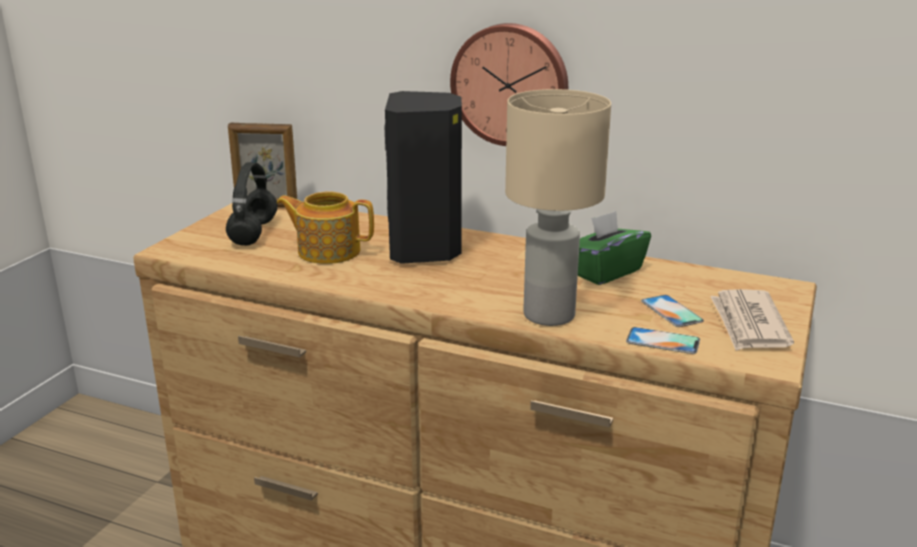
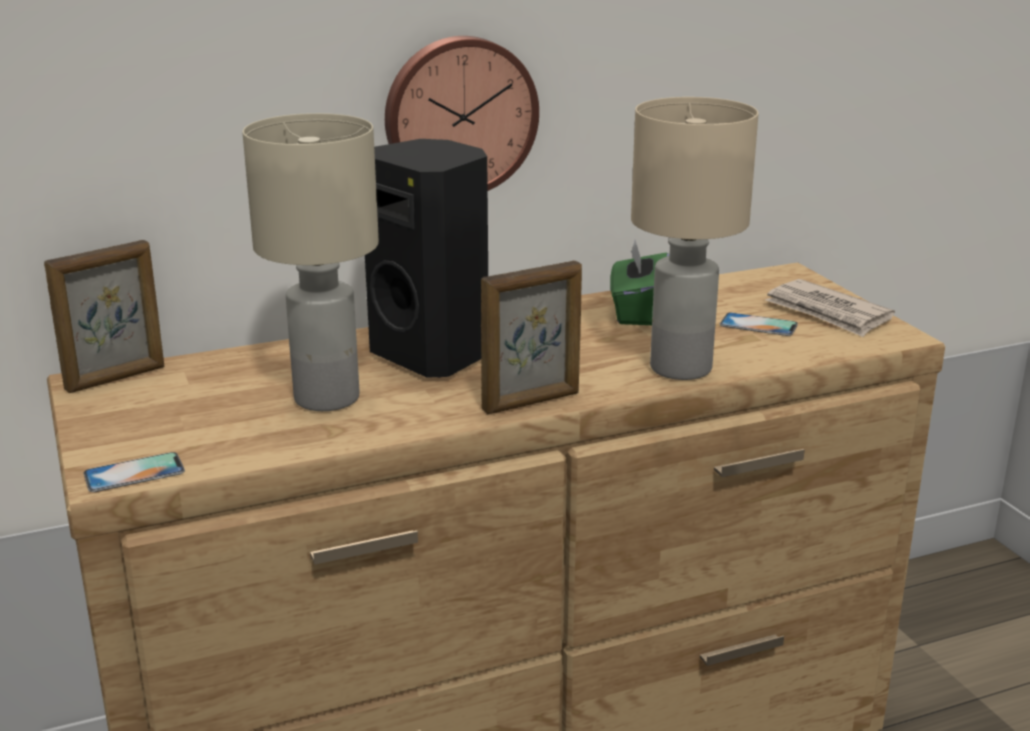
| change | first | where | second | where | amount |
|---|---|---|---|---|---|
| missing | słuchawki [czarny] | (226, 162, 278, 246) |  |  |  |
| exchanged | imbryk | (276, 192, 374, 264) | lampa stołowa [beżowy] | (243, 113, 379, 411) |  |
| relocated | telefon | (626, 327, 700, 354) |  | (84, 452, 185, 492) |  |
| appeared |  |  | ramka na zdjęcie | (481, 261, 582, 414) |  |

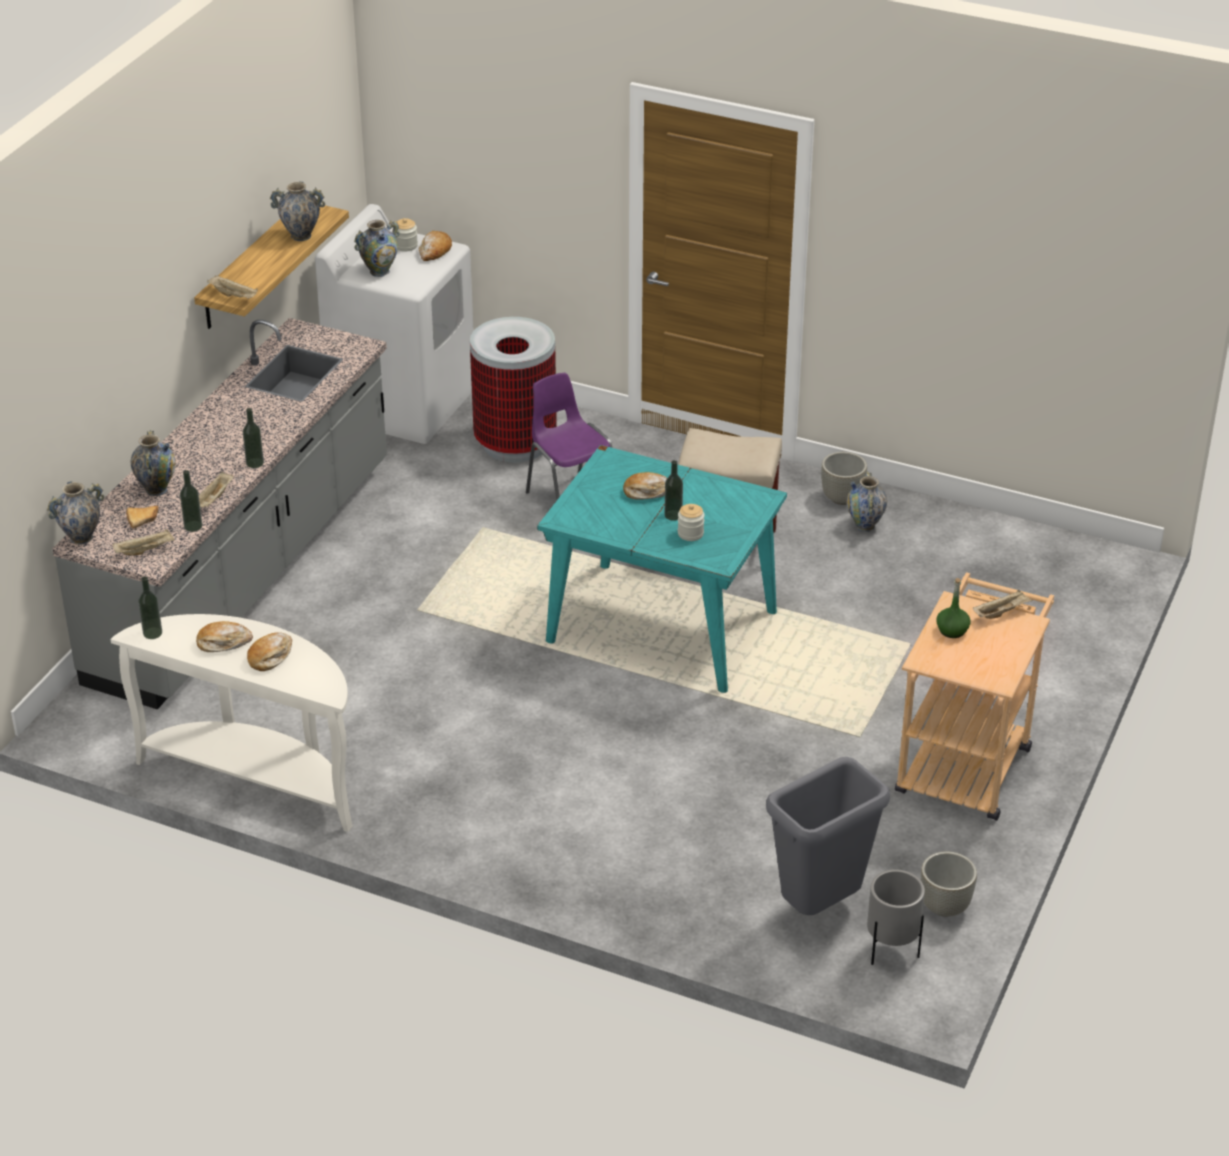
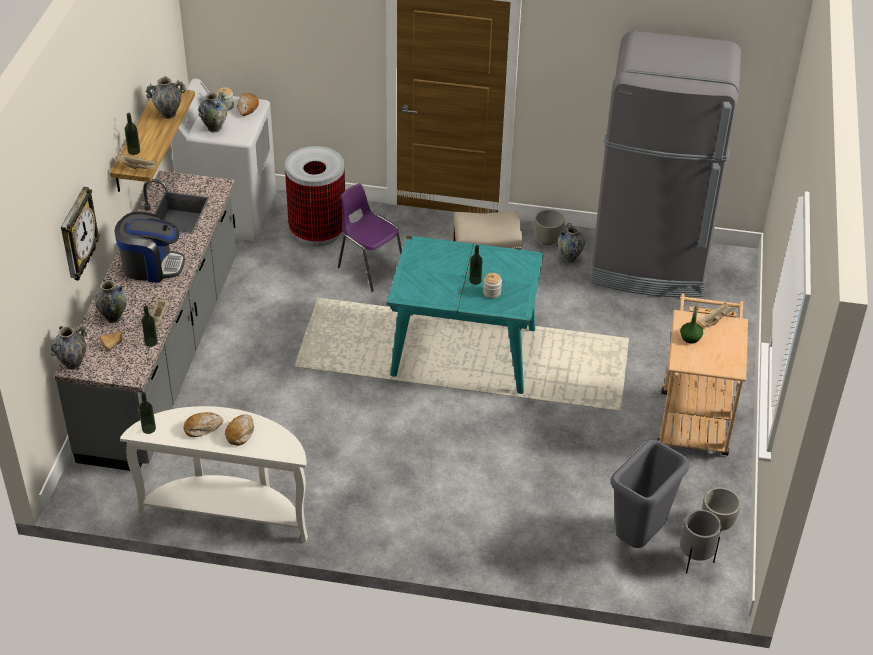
| change | first | where | second | where | amount |
|---|---|---|---|---|---|
| relocated | butelka | (243, 408, 264, 468) |  | (125, 113, 140, 155) |  |
| missing | chleb | (623, 472, 667, 500) |  |  |  |
| missing | taca [beżowy] | (113, 529, 175, 556) |  |  |  |
| appeared |  |  | lodówka [szary] | (590, 31, 741, 297) |  |
| appeared |  |  | zegar ścienny | (61, 187, 100, 281) |  |
| appeared |  |  | ekspres do kawy | (114, 212, 185, 283) |  |

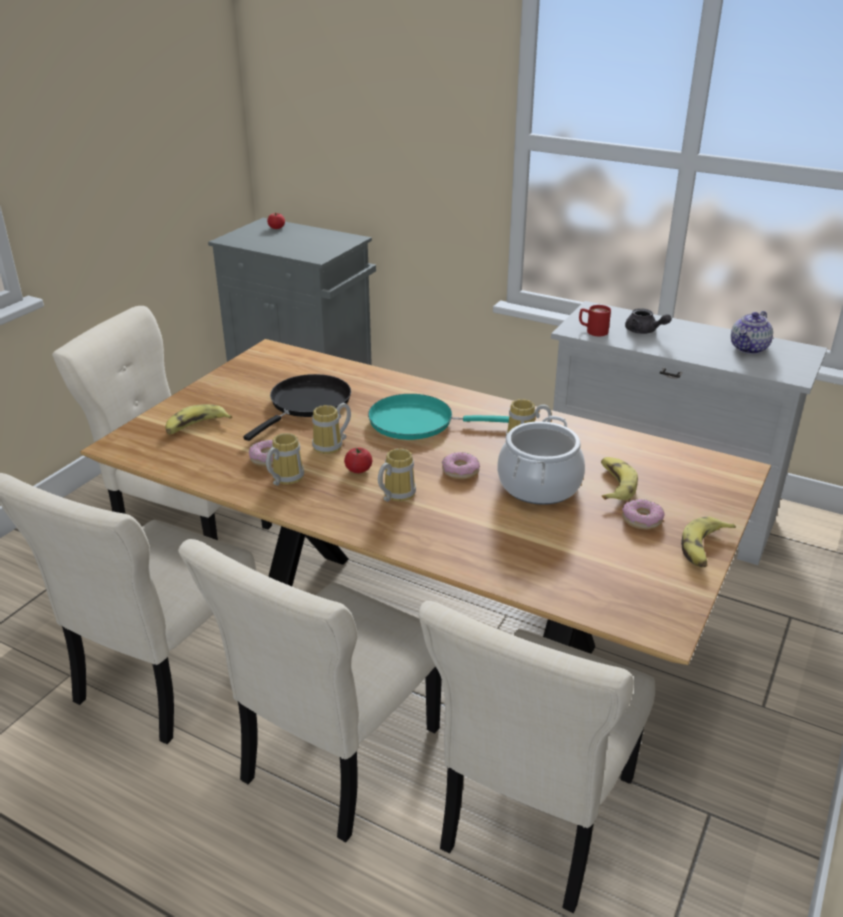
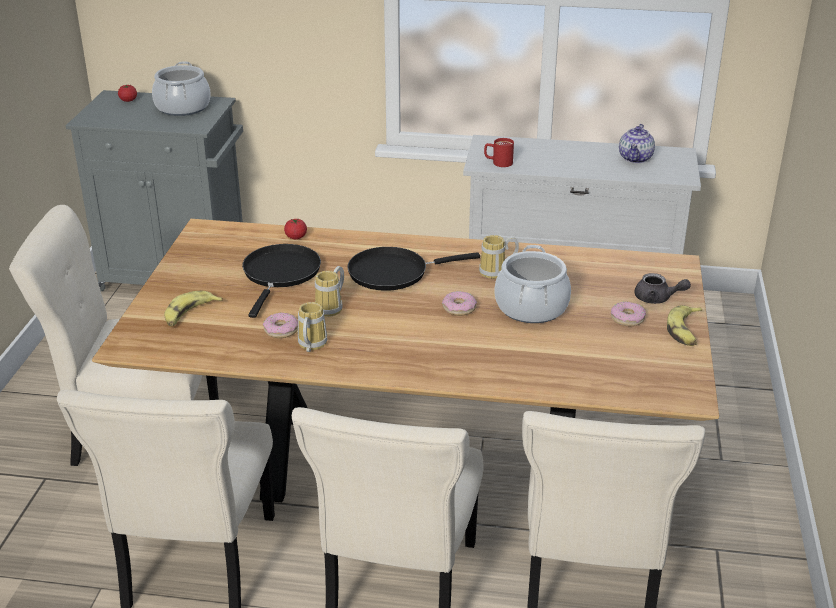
| change | first | where | second | where | amount |
|---|---|---|---|---|---|
| relocated | imbryk [szary] | (625, 308, 672, 334) |  | (635, 273, 691, 304) |  |
| colour | patelnia [turkusowy] | (368, 394, 509, 440) | patelnia [czarny] | (347, 247, 480, 291) |  |
| relocated | pomidor | (344, 447, 372, 473) |  | (284, 219, 307, 239) |  |
| missing | kubek | (378, 448, 416, 502) |  |  |  |
| missing | banan | (601, 457, 638, 500) |  |  |  |
| appeared |  |  | garnek | (152, 62, 211, 116) |  |

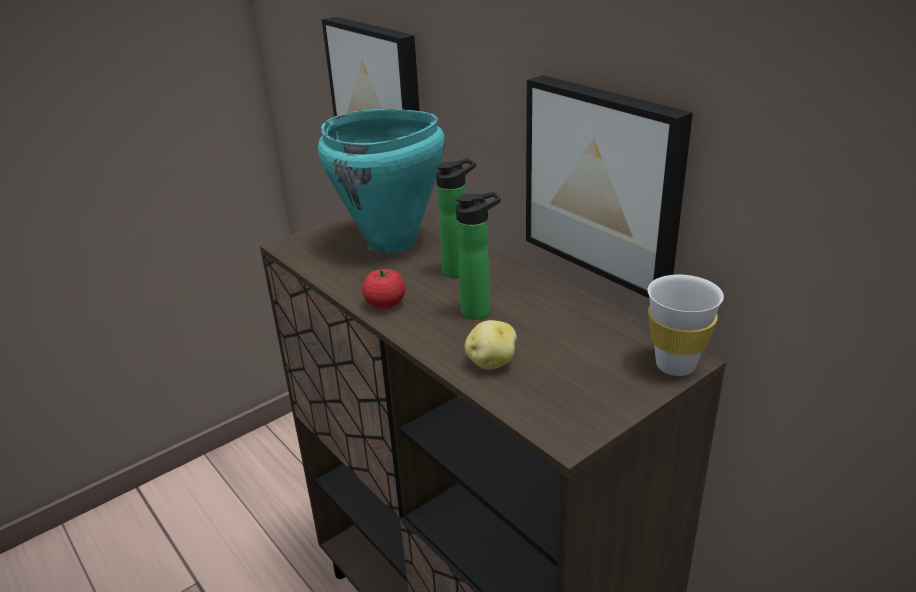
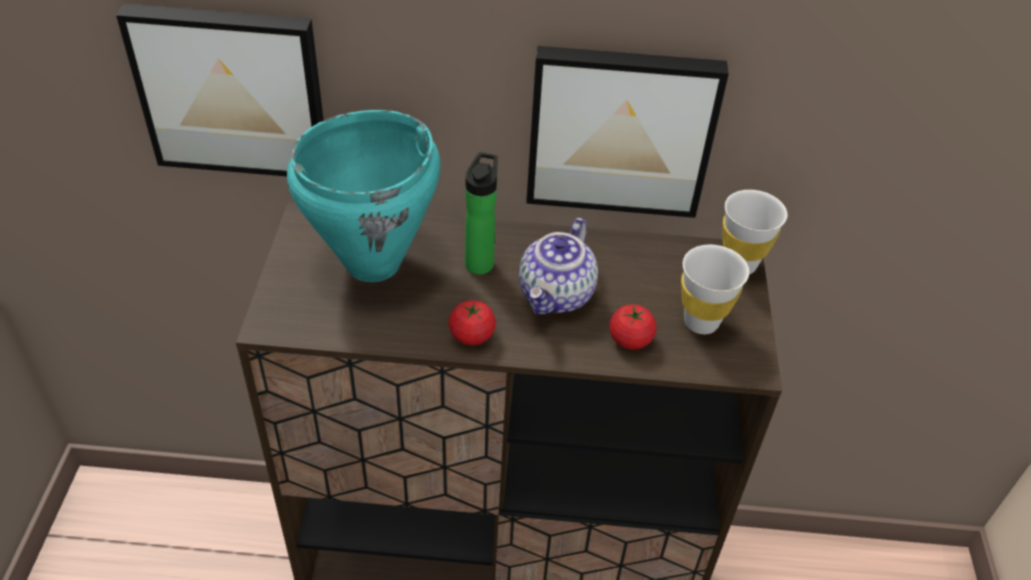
| change | first | where | second | where | amount |
|---|---|---|---|---|---|
| exchanged | butelka | (455, 191, 501, 320) | imbryk | (519, 218, 598, 315) |  |
| exchanged | ziemniak | (465, 320, 517, 370) | pomidor | (609, 305, 657, 349) |  |
| appeared |  |  | filiżanka [biały] | (681, 245, 749, 334) |  |

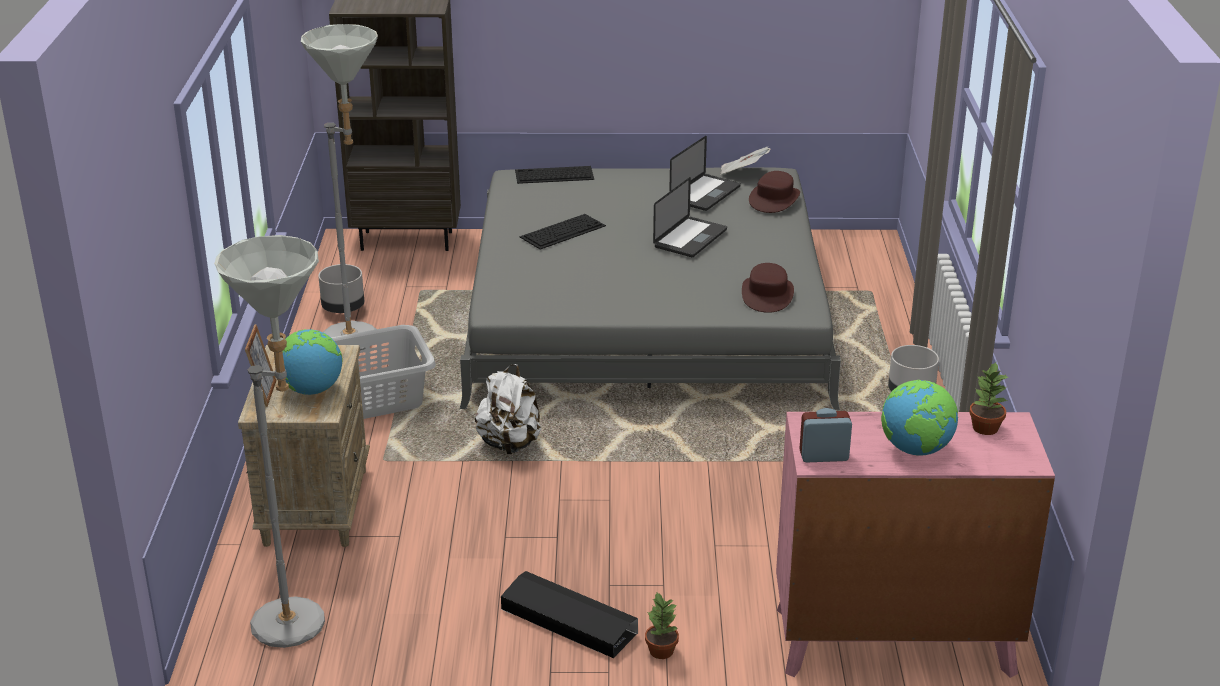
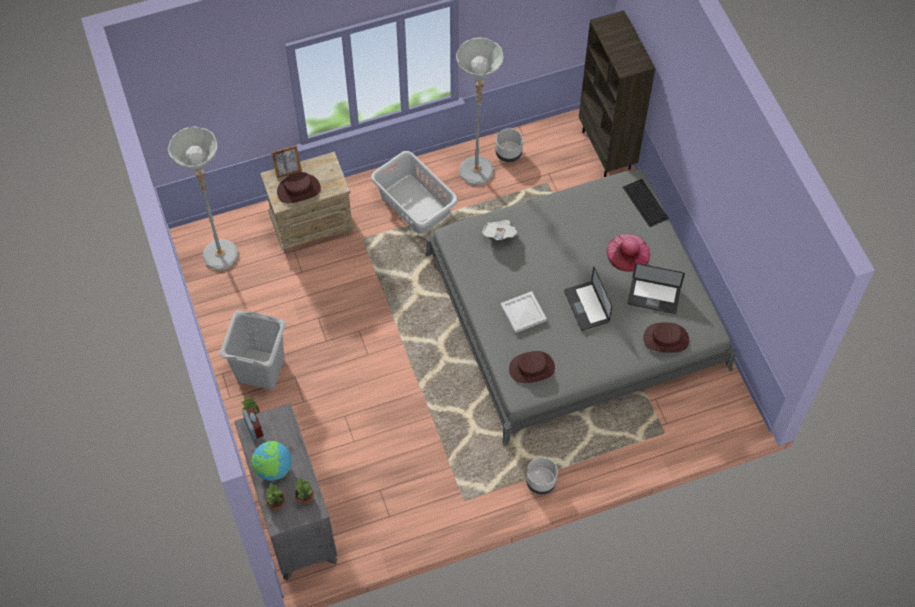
| change | first | where | second | where | amount |
|---|---|---|---|---|---|
| relocated | gazeta | (720, 147, 770, 175) |  | (482, 220, 518, 240) |  |
| spun | laptop | (653, 177, 727, 257) |  | (564, 266, 612, 331) | 60 degrees clockwise |
| missing | klawiatura | (520, 214, 606, 250) |  |  |  |
| exchanged | globus | (282, 329, 343, 395) | kapelusz [brązowy] | (277, 172, 321, 203) |  |
| missing | plecak [biały] | (475, 364, 541, 454) |  |  |  |
| colour | komoda [różowy] | (776, 412, 1055, 678) | komoda [szary] | (234, 403, 337, 581) |  |
| exchanged | pojemnik do przechowywania [czarny] | (501, 571, 638, 658) | kosz na pranie [szary] | (220, 311, 286, 389) |  |
| appeared |  |  | kapelusz [różowy] | (607, 234, 650, 272) |  |
| appeared |  |  | taca [biały] | (500, 291, 547, 333) |  |
| appeared |  |  | roślina doniczkowa | (265, 483, 285, 510) |  |

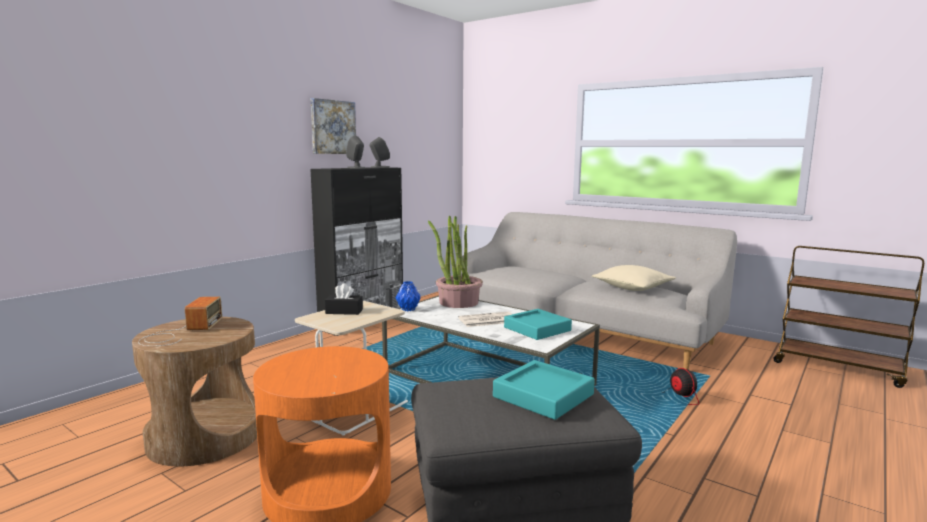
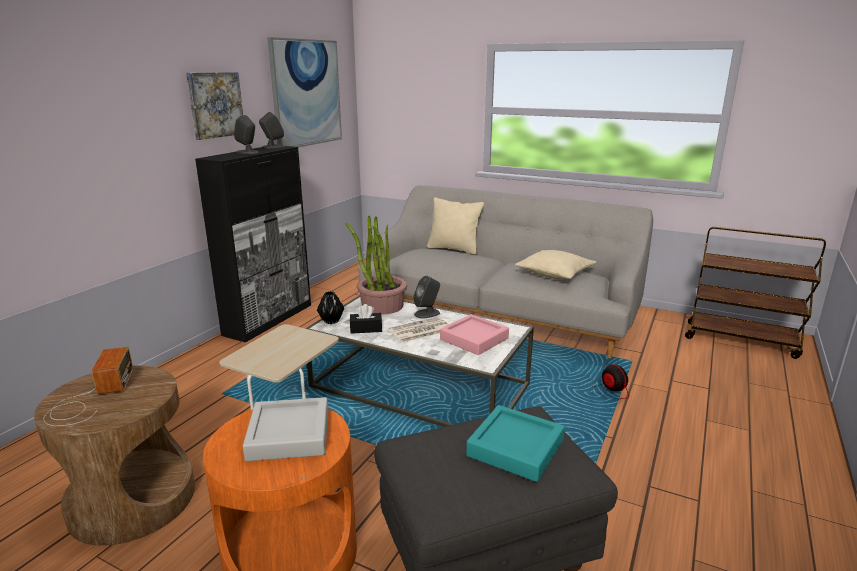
| change | first | where | second | where | amount |
|---|---|---|---|---|---|
| colour | wazon [niebieski] | (395, 281, 420, 311) | wazon [czarny] | (317, 291, 344, 324) |  |
| relocated | pudełko chusteczek [czarny] | (325, 283, 363, 315) |  | (350, 304, 382, 334) |  |
| colour | taca [turkusowy] | (504, 309, 572, 340) | taca [różowy] | (440, 314, 509, 355) |  |
| appeared |  |  | obraz | (267, 37, 342, 147) |  |
| appeared |  |  | poduszka [beżowy] | (427, 197, 484, 255) |  |
| appeared |  |  | głośnik [szary] | (414, 276, 440, 319) |  |
| appeared |  |  | taca [szary] | (243, 397, 328, 461) |  |

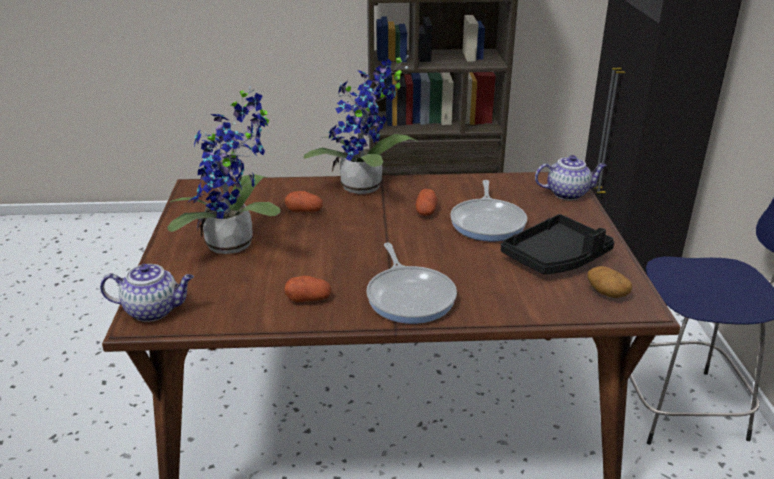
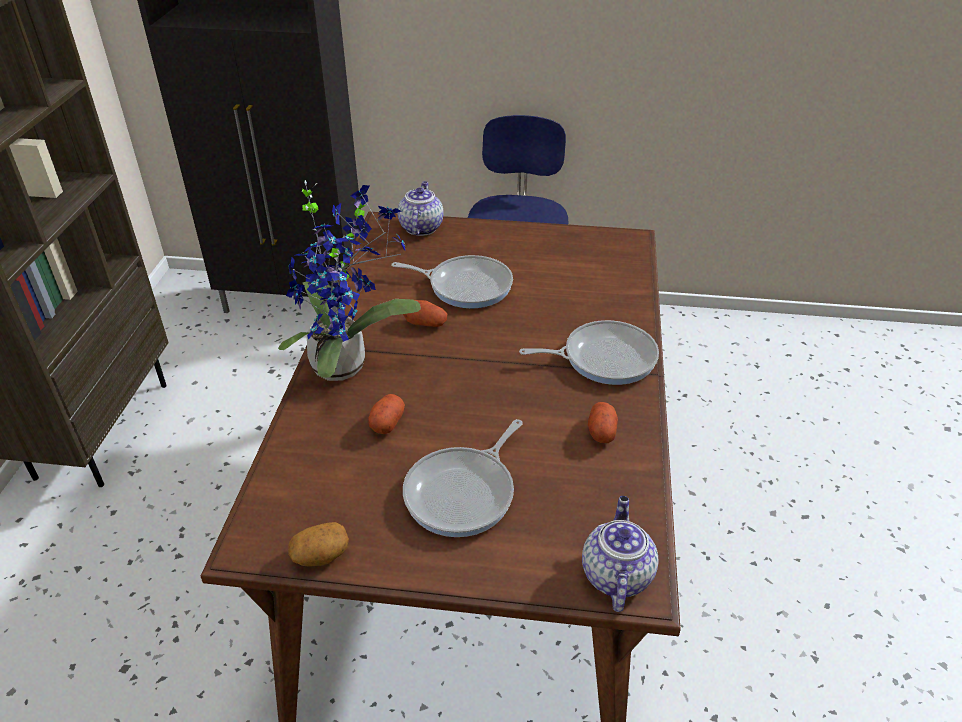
| change | first | where | second | where | amount |
|---|---|---|---|---|---|
| exchanged | roślina doniczkowa | (167, 85, 281, 254) | patelnia | (403, 419, 522, 537) |  |
| missing | taca [czarny] | (501, 214, 615, 274) |  |  |  |
| relocated | ziemniak | (588, 266, 632, 298) |  | (288, 522, 349, 567) |  |

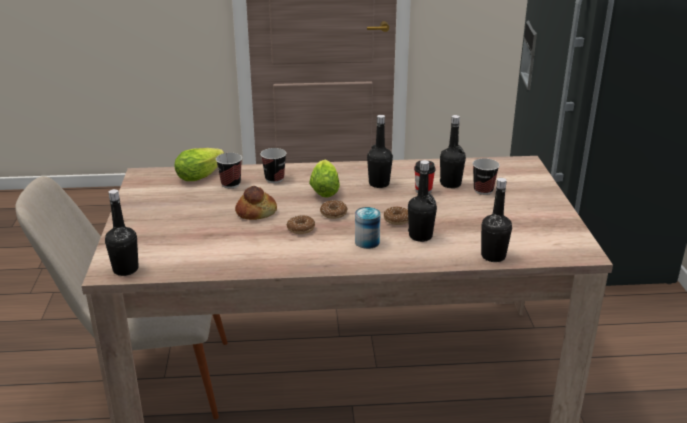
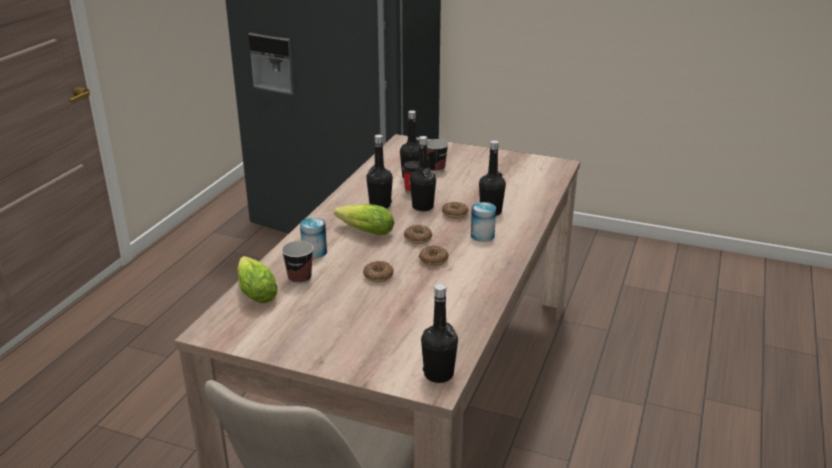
| change | first | where | second | where | amount |
|---|---|---|---|---|---|
| exchanged | filiżanka | (260, 148, 287, 183) | puszka | (300, 217, 327, 259) |  |
| relocated | butelka [czarny] | (481, 178, 512, 262) |  | (410, 136, 436, 211) |  |
| exchanged | chleb | (235, 186, 277, 220) | donut | (363, 261, 394, 283) |  |

